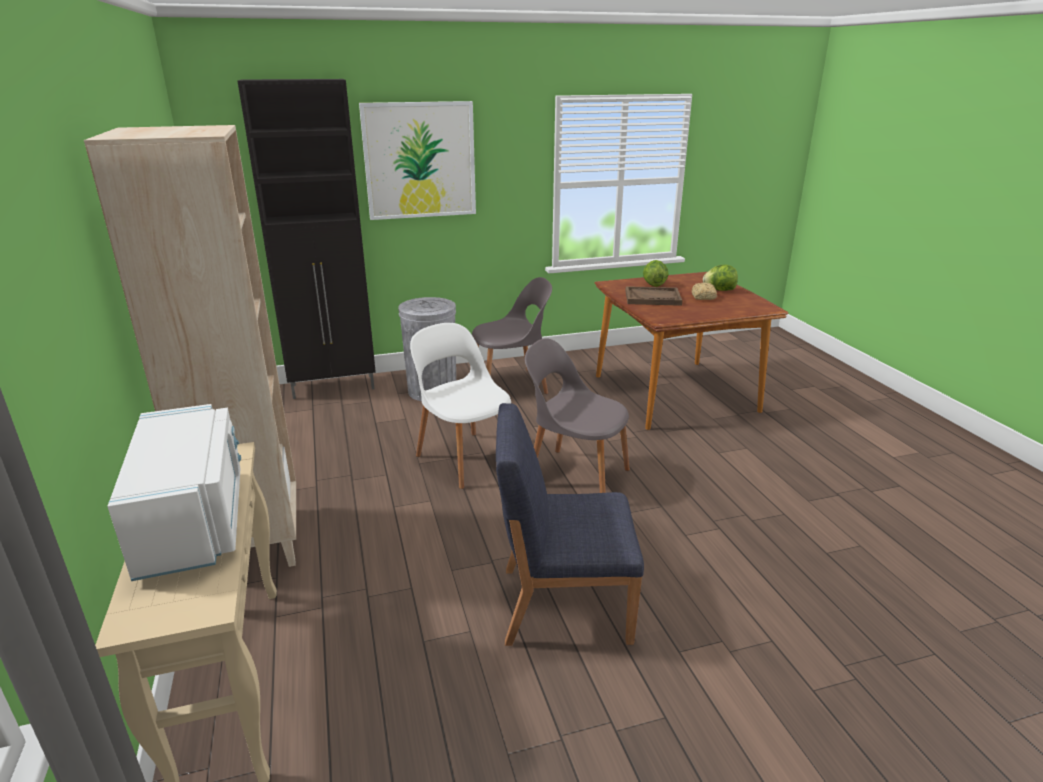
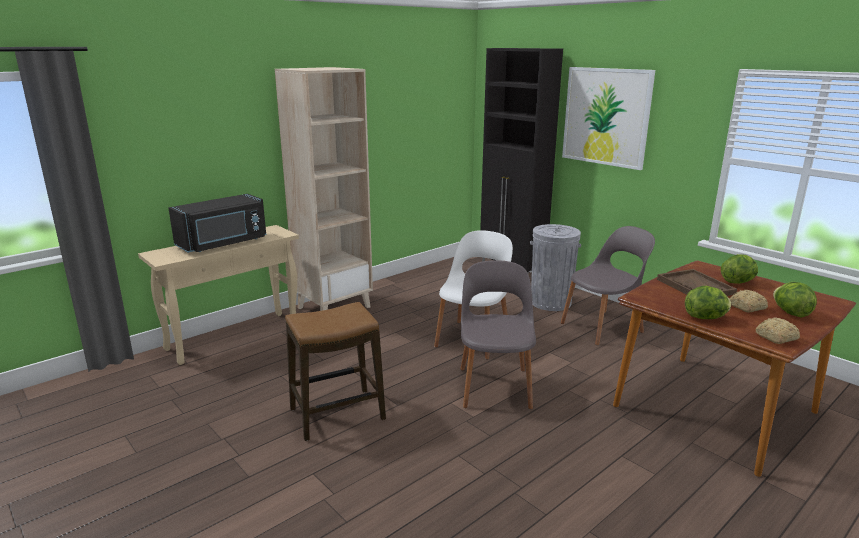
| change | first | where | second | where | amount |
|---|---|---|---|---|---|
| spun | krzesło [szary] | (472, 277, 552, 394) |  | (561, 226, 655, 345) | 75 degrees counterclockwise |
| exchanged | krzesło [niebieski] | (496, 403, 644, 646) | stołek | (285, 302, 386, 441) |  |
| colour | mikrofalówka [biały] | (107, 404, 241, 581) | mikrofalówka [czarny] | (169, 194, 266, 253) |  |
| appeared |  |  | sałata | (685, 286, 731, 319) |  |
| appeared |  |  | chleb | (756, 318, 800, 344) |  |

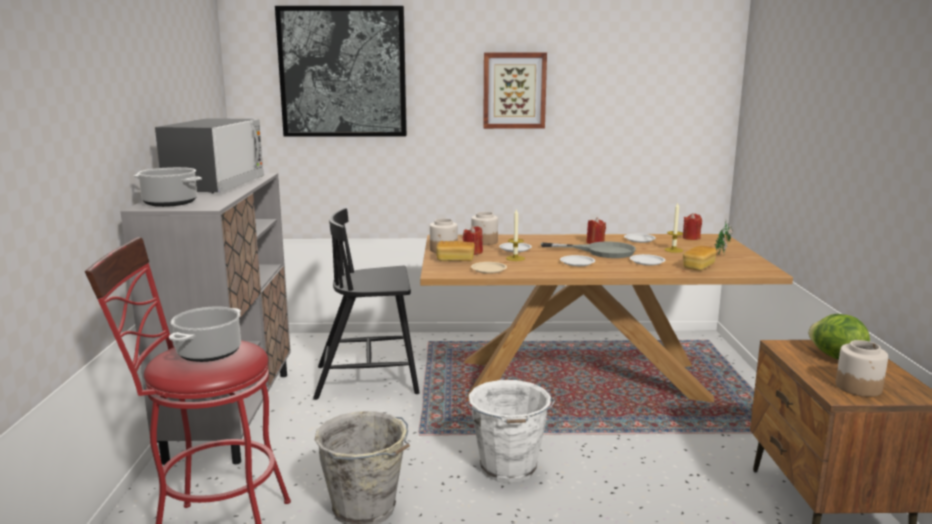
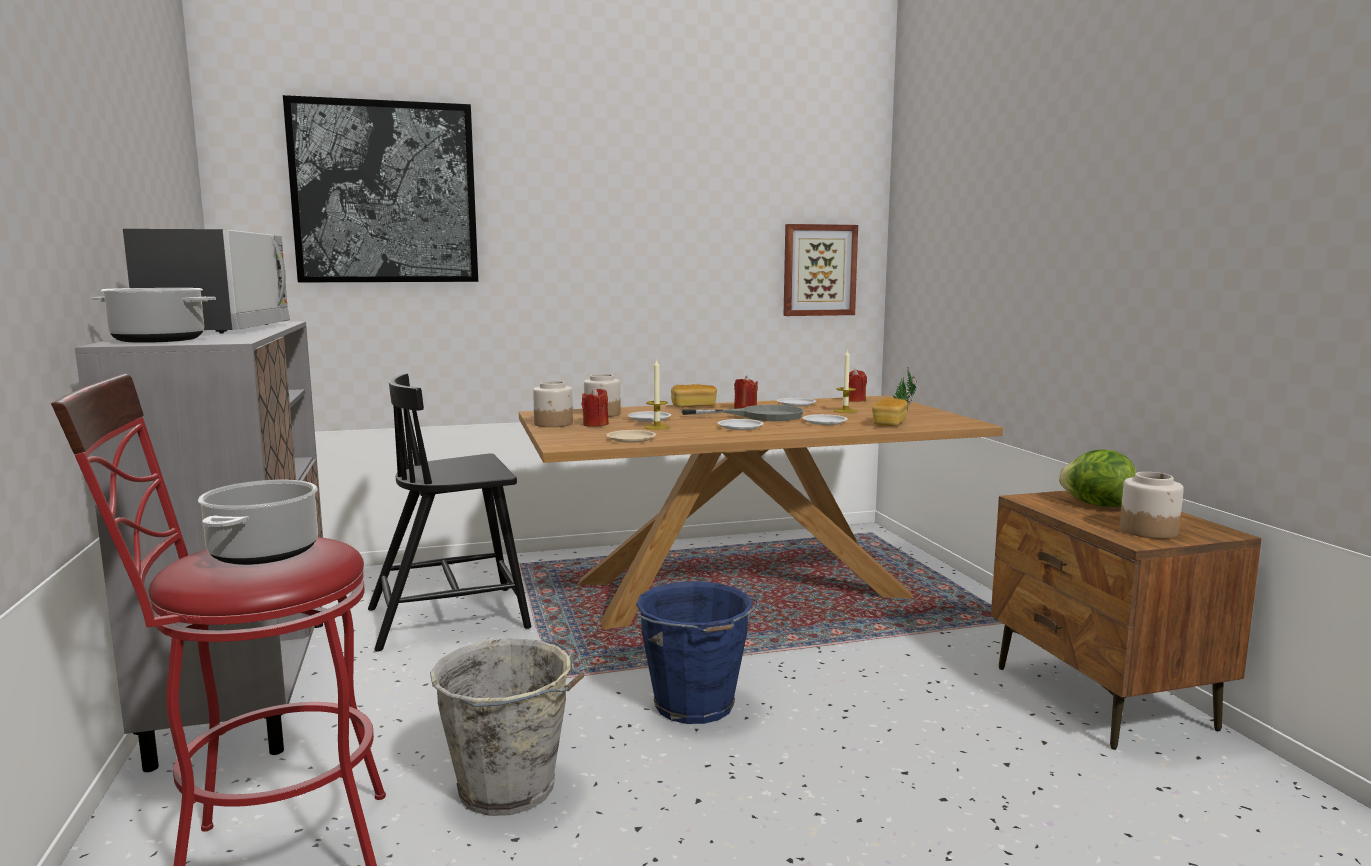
| change | first | where | second | where | amount |
|---|---|---|---|---|---|
| relocated | obraz | (483, 53, 547, 129) |  | (783, 224, 858, 316) |  |
| relocated | chleb | (436, 241, 475, 261) |  | (671, 384, 717, 407) |  |
| colour | wiadro [biały] | (465, 380, 555, 483) | wiadro [niebieski] | (636, 581, 758, 724) |  |

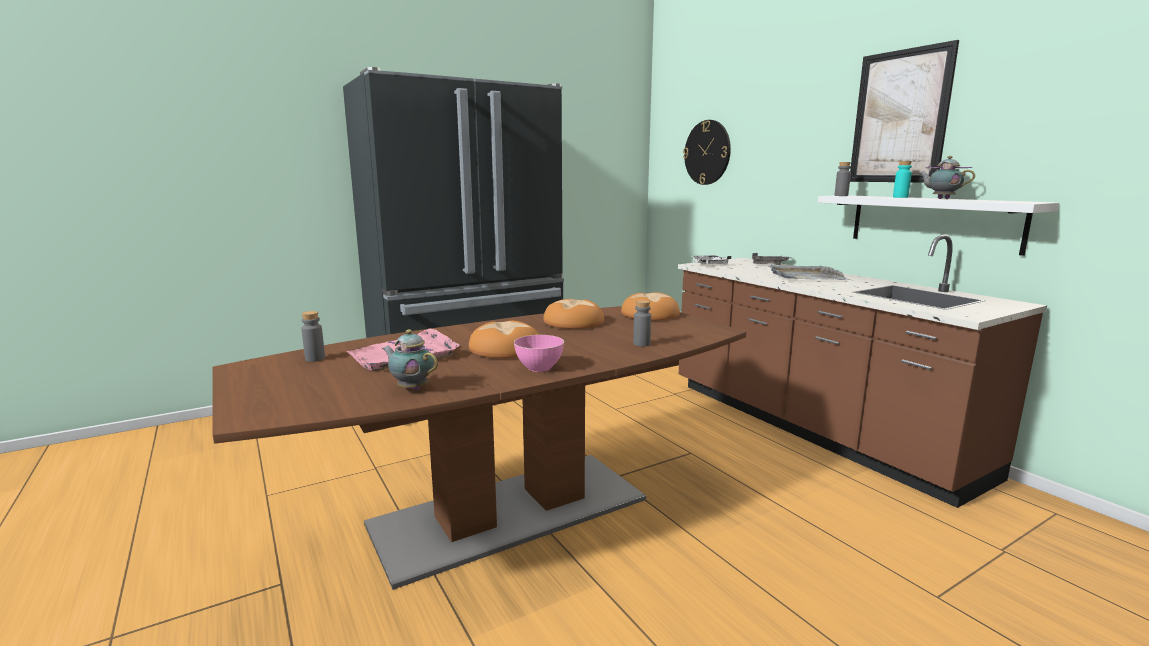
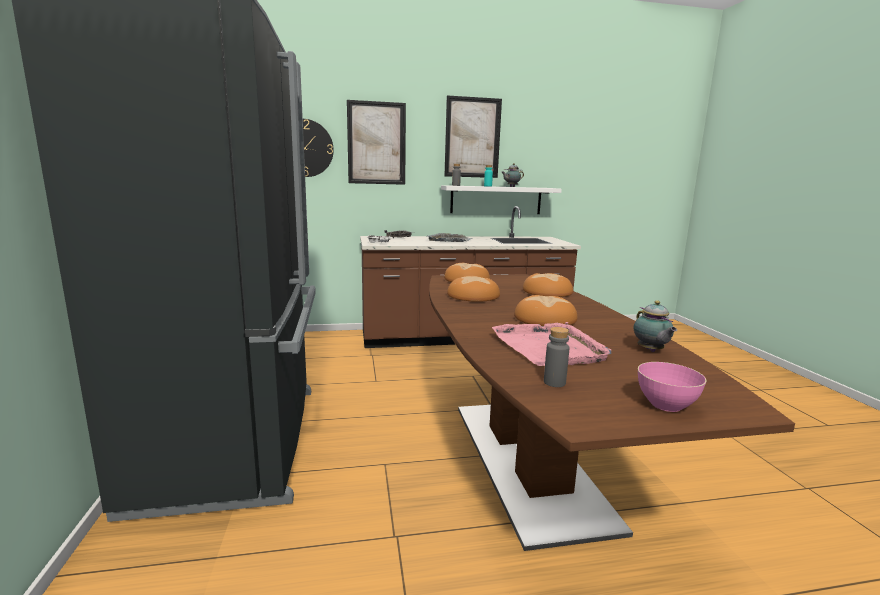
| change | first | where | second | where | amount |
|---|---|---|---|---|---|
| exchanged | butelka [szary] | (633, 300, 651, 347) | chleb | (523, 273, 573, 297) |  |
| spun | imbryk | (382, 329, 438, 390) |  | (634, 300, 677, 352) | 60 degrees counterclockwise |
| relocated | miska [różowy] | (514, 335, 564, 372) |  | (638, 362, 707, 412) |  |
| appeared |  |  | obraz | (347, 100, 406, 185) |  |

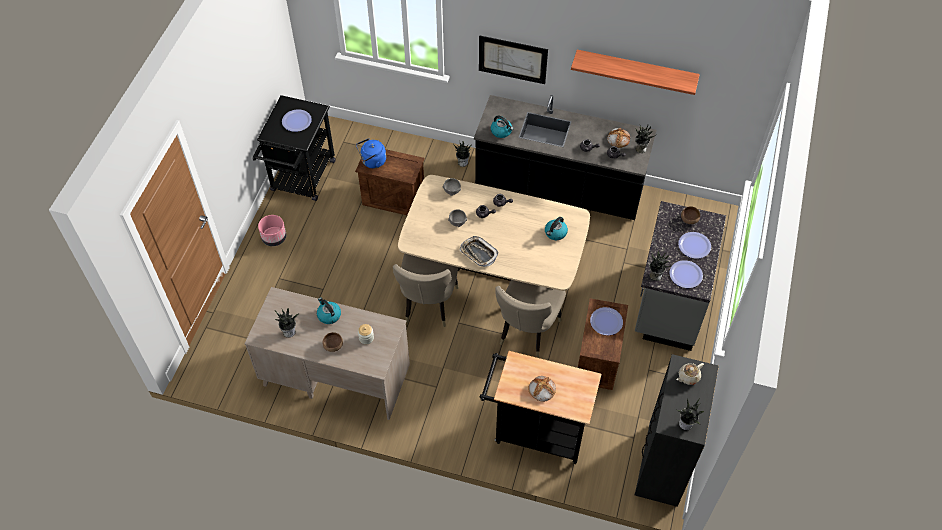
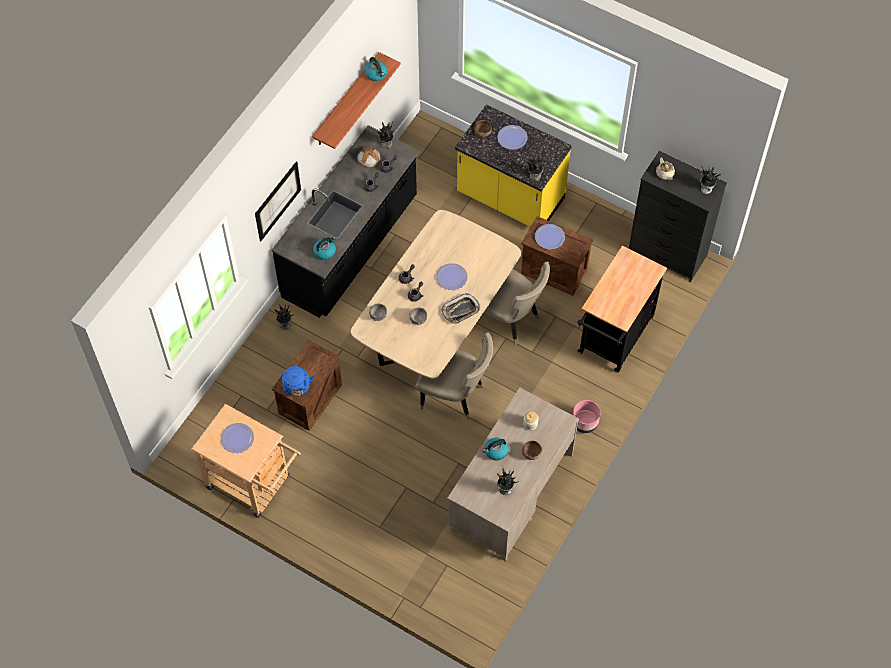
| change | first | where | second | where | amount |
|---|---|---|---|---|---|
| colour | wózek [czarny] | (252, 95, 336, 201) | wózek [beżowy] | (191, 404, 301, 518) |  |
| colour | zabudowa kuchenna [szary] | (635, 201, 726, 351) | zabudowa kuchenna [żółty] | (455, 105, 572, 227) |  |
| relocated | donica [różowy] | (258, 215, 286, 246) |  | (573, 400, 600, 433) |  |
| relocated | czajnik | (545, 217, 568, 240) |  | (364, 57, 387, 81) |  |
| relocated | talerz | (669, 260, 703, 288) |  | (436, 263, 468, 290) |  |
| missing | chleb | (528, 376, 556, 402) |  |  |  |

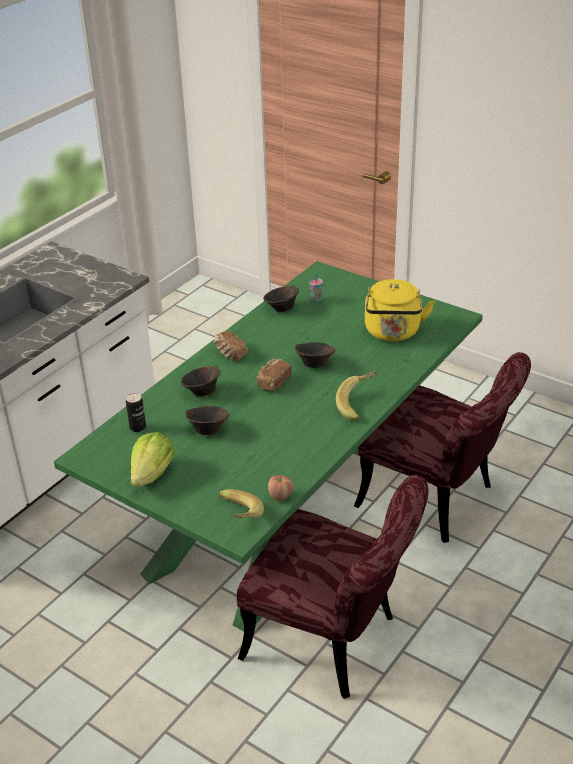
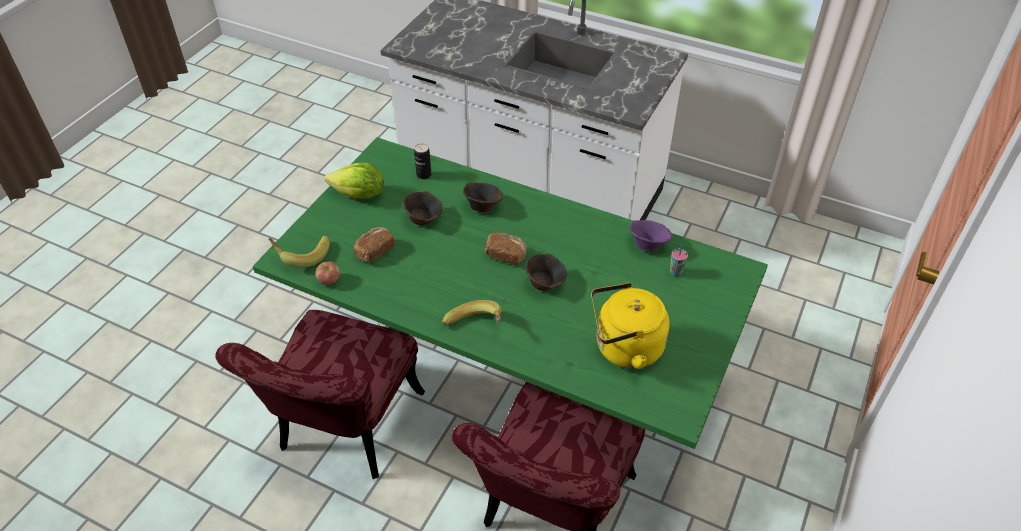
| change | first | where | second | where | amount |
|---|---|---|---|---|---|
| colour | miska [brązowy] | (263, 285, 299, 312) | miska [fioletowy] | (630, 220, 673, 252) |  |
| relocated | chleb | (214, 331, 248, 361) |  | (353, 227, 395, 263) |  |

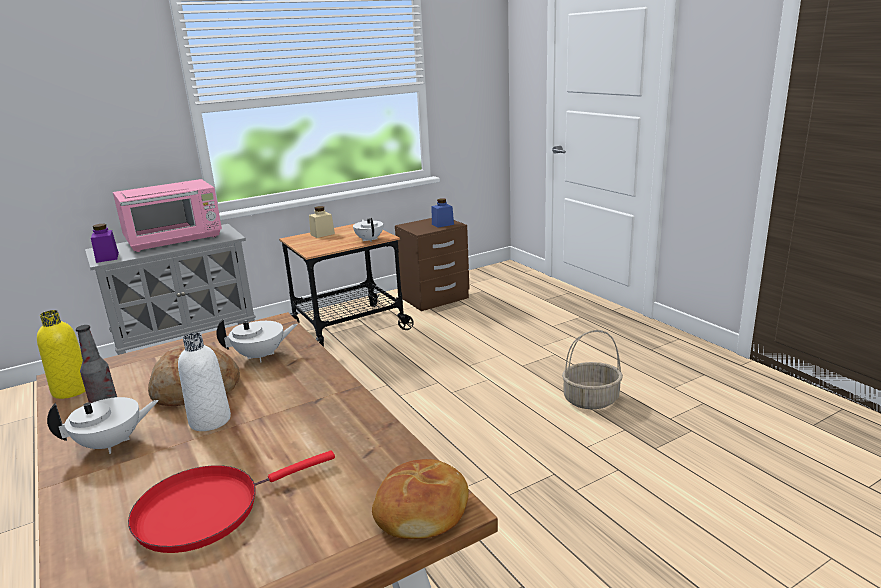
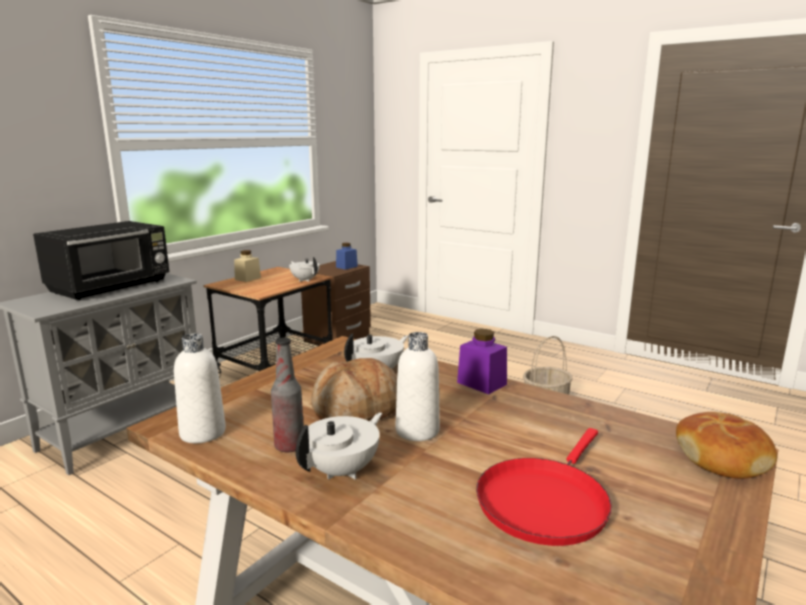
| change | first | where | second | where | amount |
|---|---|---|---|---|---|
| colour | mikrofalówka [różowy] | (113, 179, 222, 252) | mikrofalówka [czarny] | (33, 221, 169, 301) |  |
| relocated | słoik [fioletowy] | (91, 224, 119, 263) |  | (457, 329, 507, 394) |  |
| colour | butelka [żółty] | (37, 310, 86, 399) | butelka [biały] | (174, 333, 226, 443) |  |

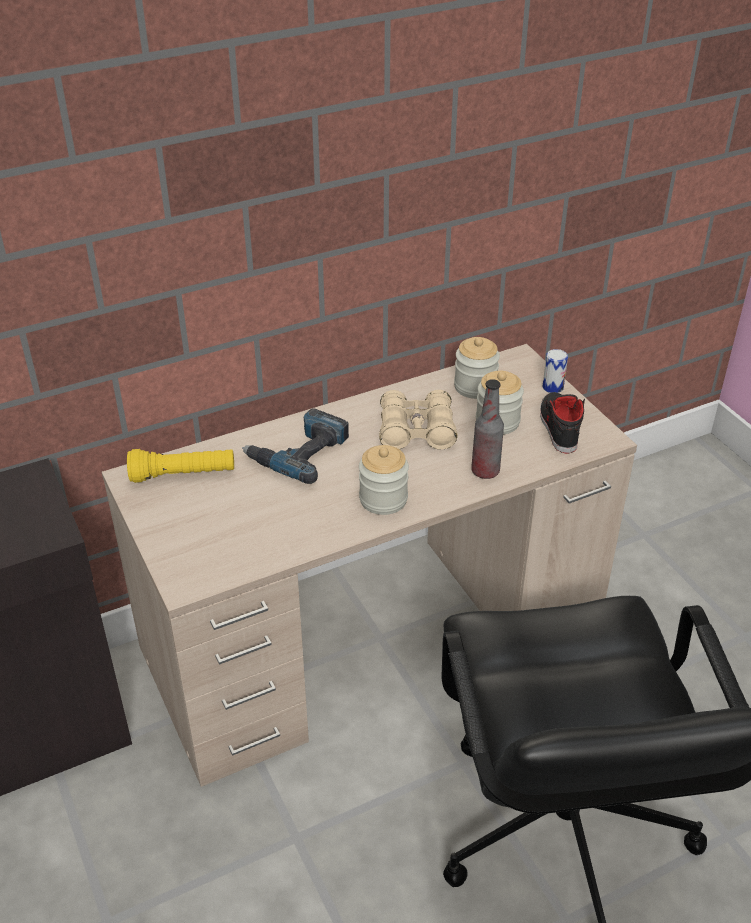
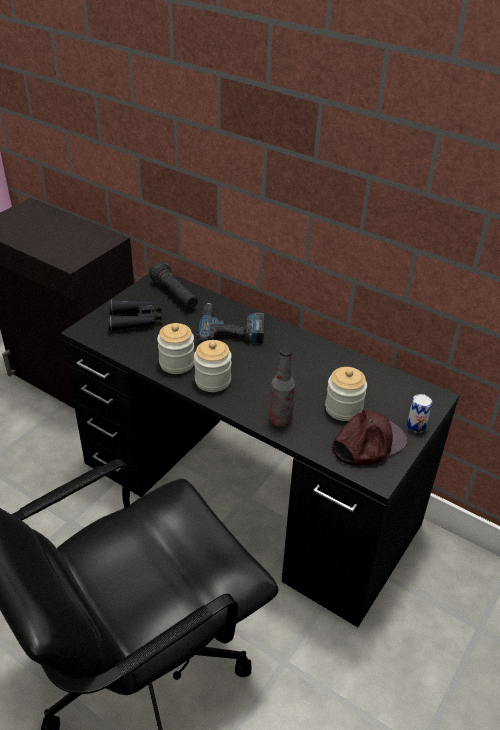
| change | first | where | second | where | amount |
|---|---|---|---|---|---|
| relocated | słoik | (454, 337, 500, 399) |  | (157, 323, 195, 374) |  |
| colour | biurko [beżowy] | (102, 344, 637, 787) | biurko [czarny] | (61, 274, 460, 627) |  |
| missing | lornetka [beżowy] | (379, 390, 458, 450) |  |  |  |
| exchanged | but [czarny] | (540, 392, 585, 454) | czapka z daszkiem [brązowy] | (333, 410, 407, 466) |  |
| colour | latarka [żółty] | (127, 449, 234, 483) | latarka [czarny] | (149, 262, 198, 309) |  |
| appeared |  |  | lornetka [czarny] | (108, 299, 162, 331) |  |

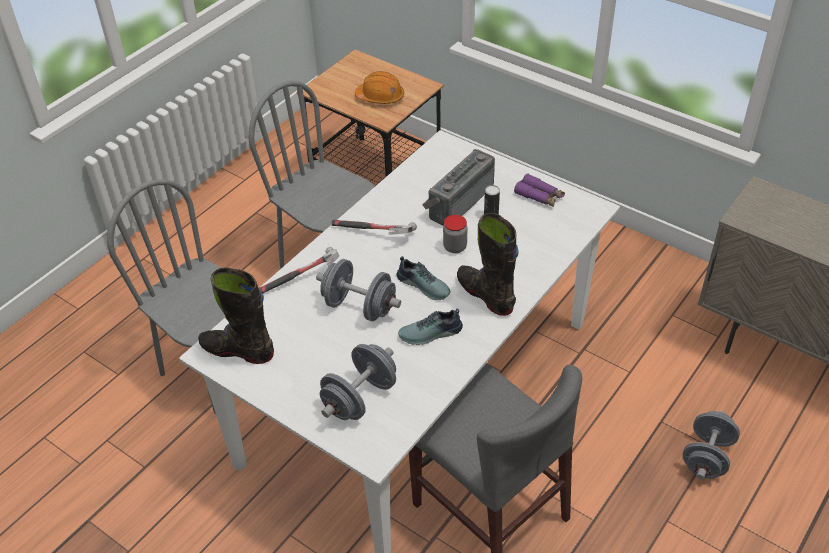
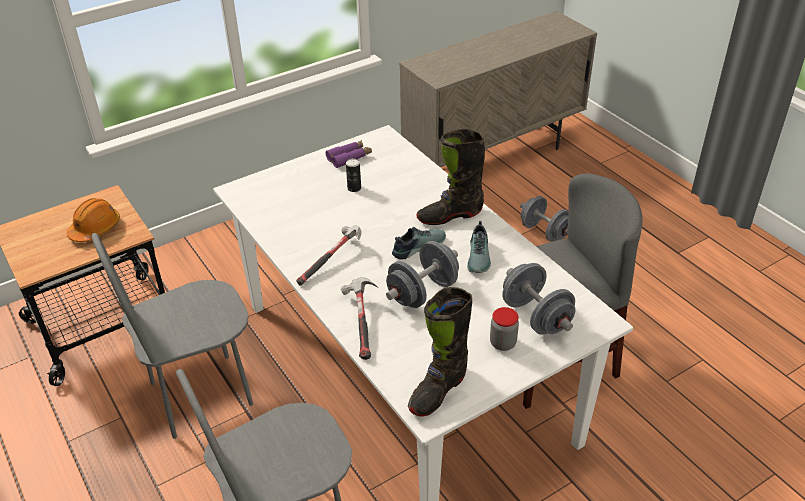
| change | first | where | second | where | amount |
|---|---|---|---|---|---|
| missing | radio | (422, 149, 495, 226) |  |  |  |
| relocated | słoik | (443, 215, 467, 253) |  | (490, 307, 519, 351) |  |

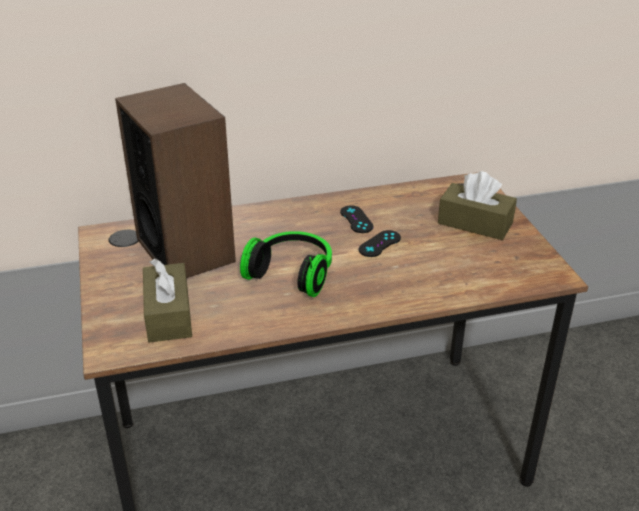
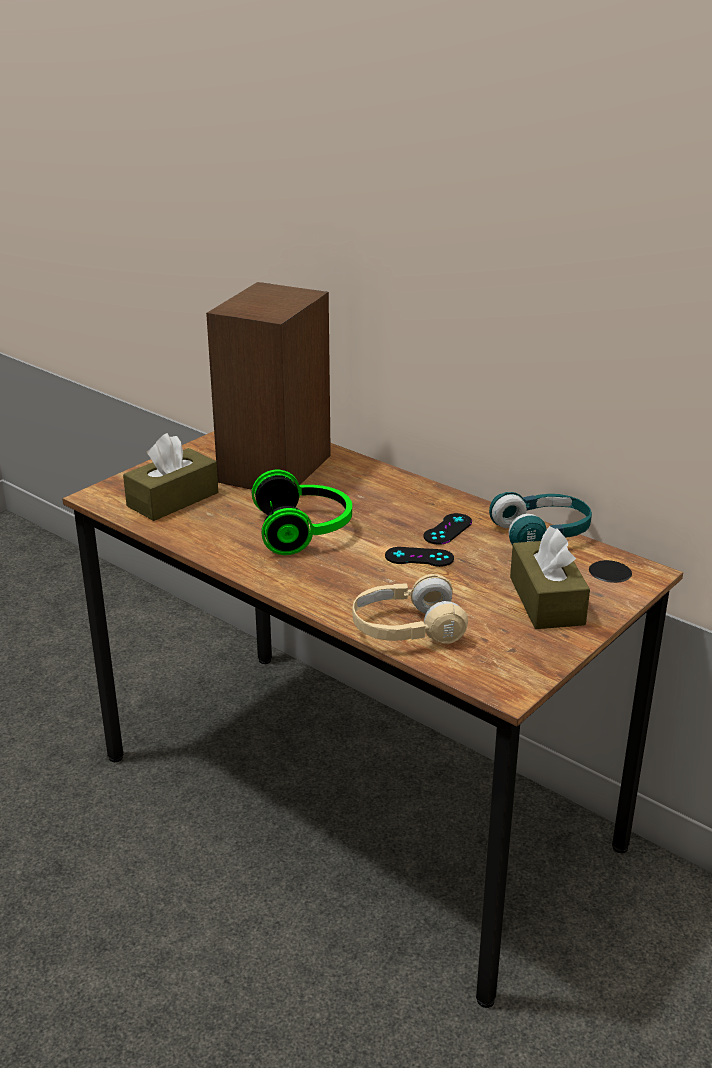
| change | first | where | second | where | amount |
|---|---|---|---|---|---|
| appeared |  |  | słuchawki [turkusowy] | (489, 492, 592, 545) |  |
| appeared |  |  | słuchawki [beżowy] | (352, 574, 468, 644) |  |

